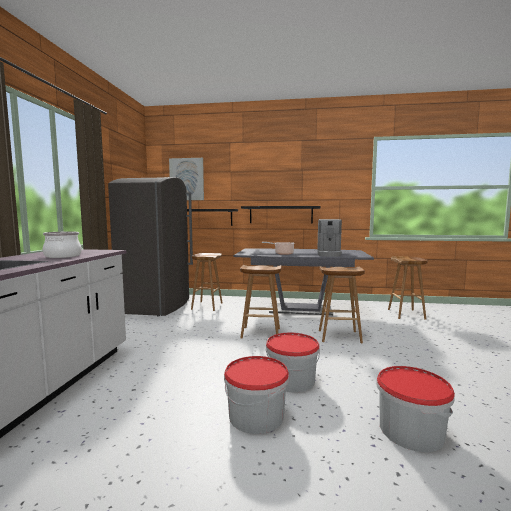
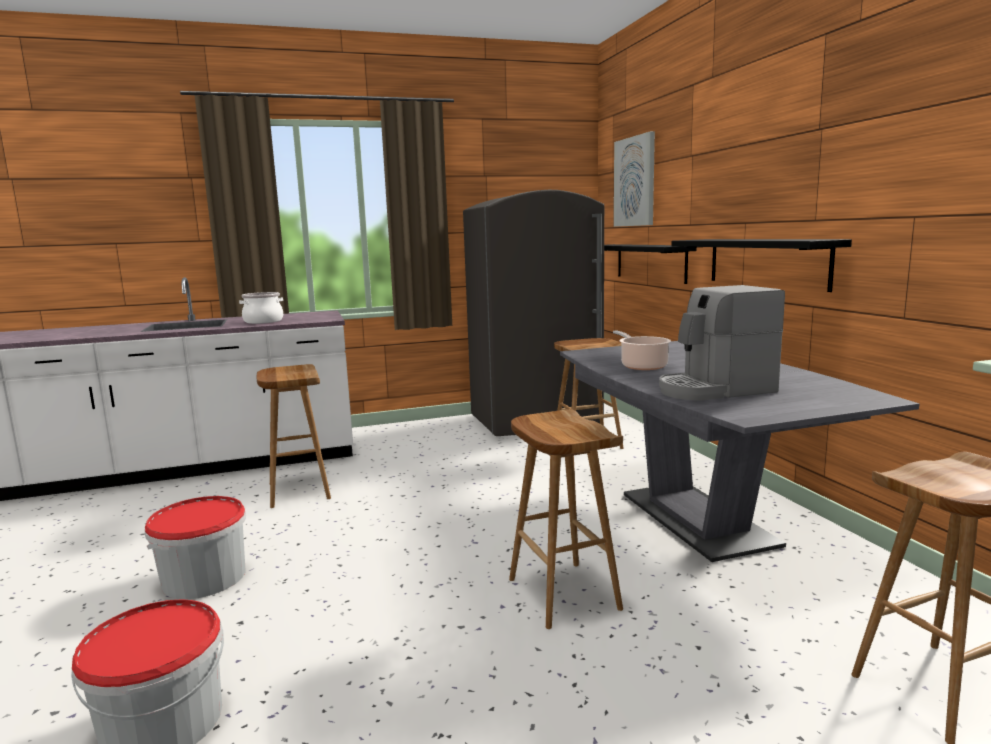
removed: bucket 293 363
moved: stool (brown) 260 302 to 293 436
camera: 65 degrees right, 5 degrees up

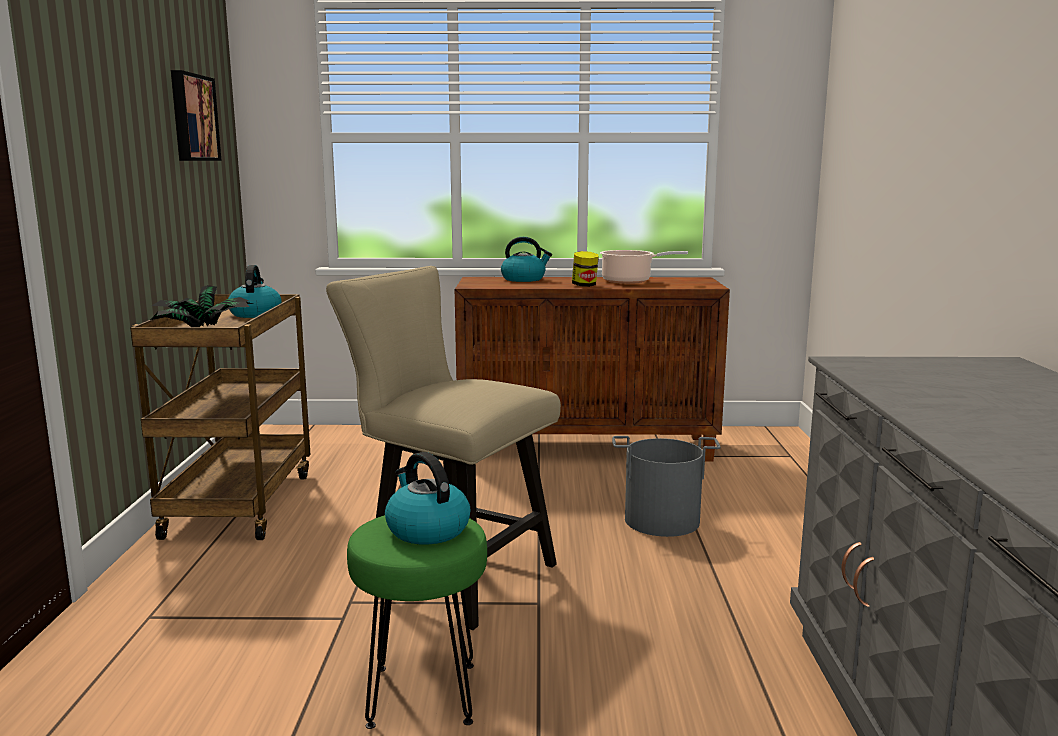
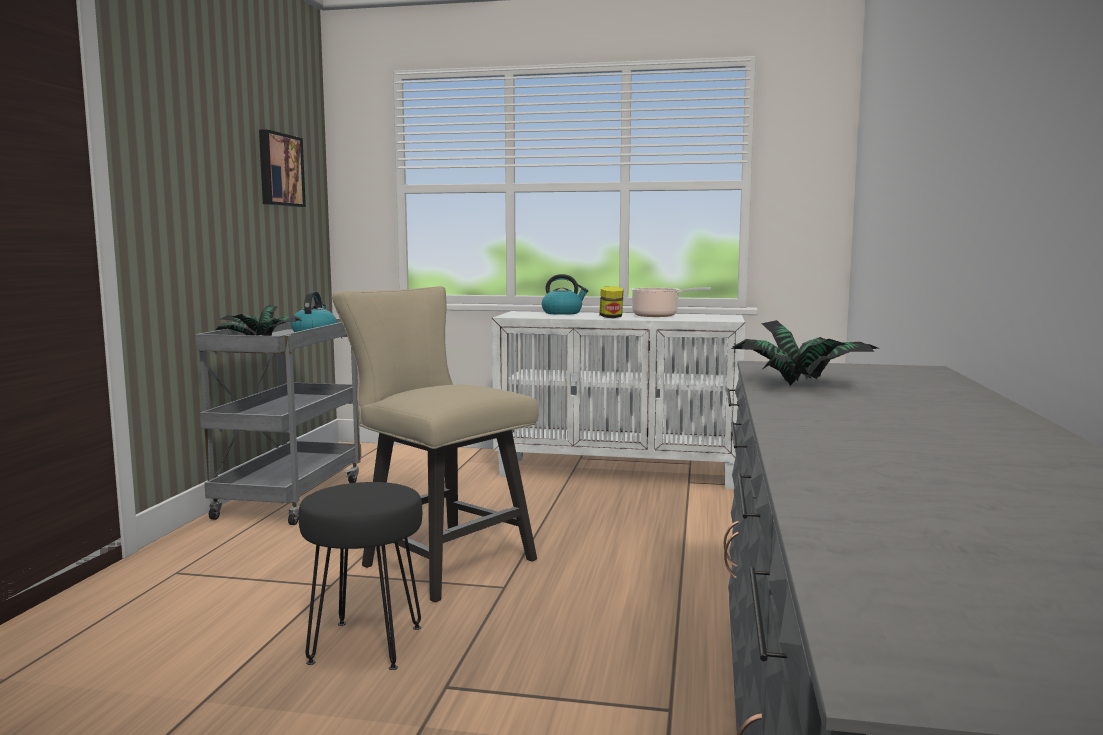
removed: kettle 428 498; bucket (grey) 666 486
added: potted plant 805 353
recoloured: cart (brown) 220 417 to cart (grey) 278 422; stool (green) 417 622 to stool (black) 360 576; cabinet (brown) 592 369 to cabinet (white) 618 400
camera: 10 degrees right, 5 degrees down

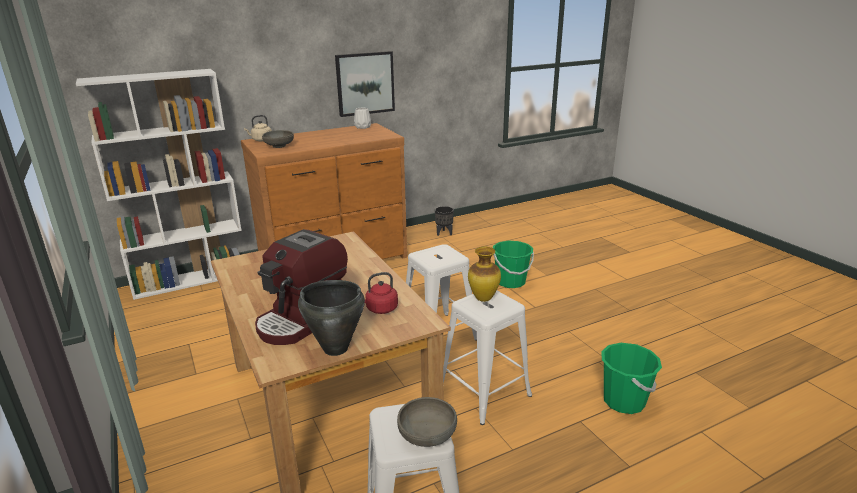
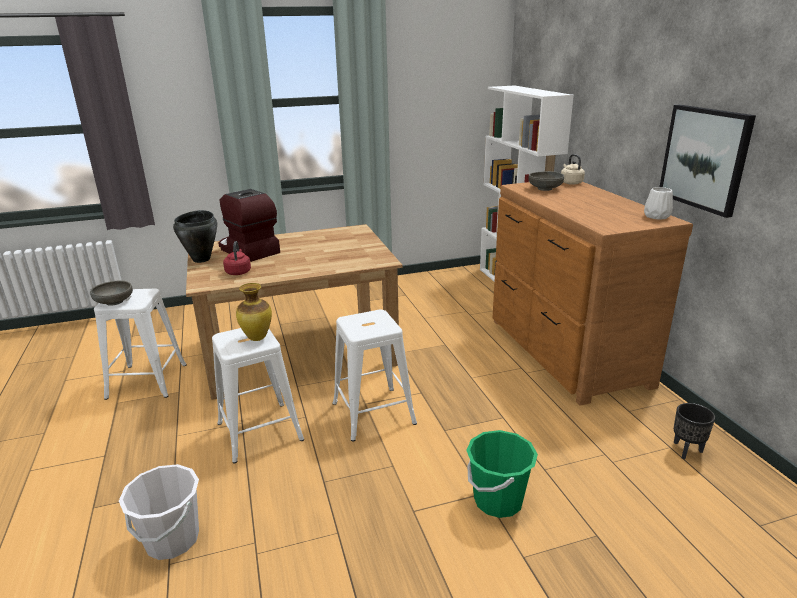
recoloured: bucket (green) 631 378 to bucket (white) 159 512
camera: 100 degrees right, 0 degrees up

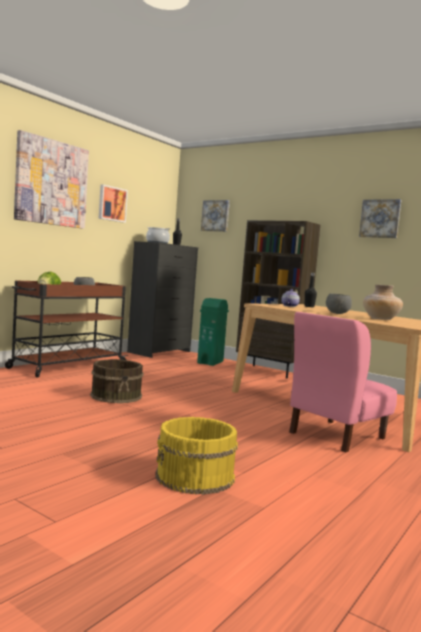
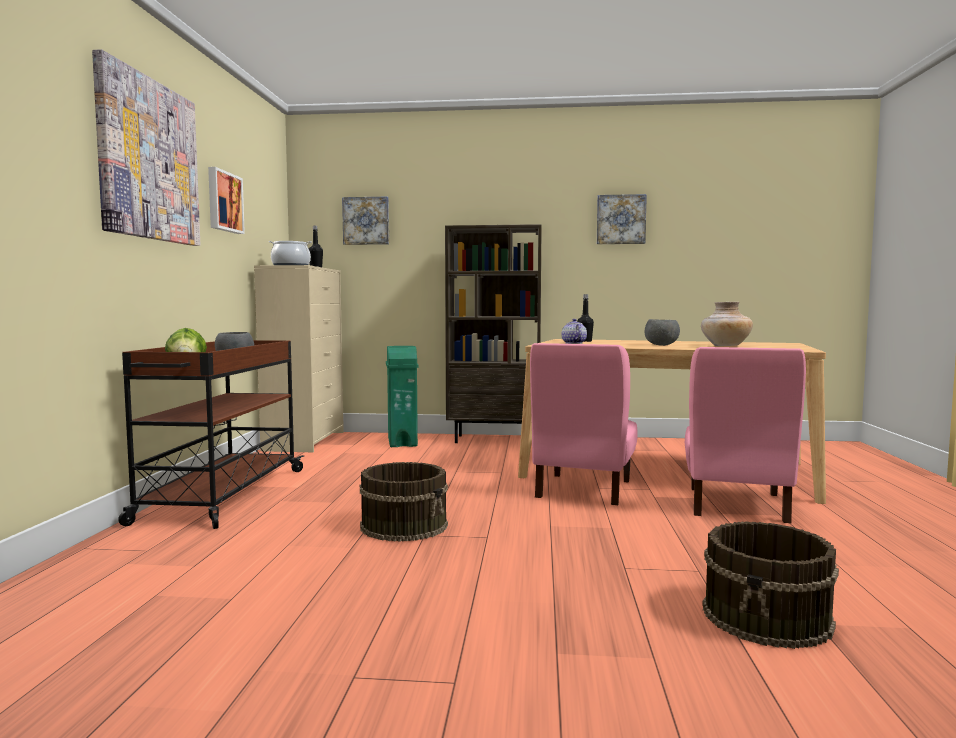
added: chair (pink) 583 424
recoloured: dresser (black) 162 299 to dresser (beige) 299 358; bucket (yellow) 196 456 to bucket (brown) 770 585
camera: 30 degrees left, 0 degrees up

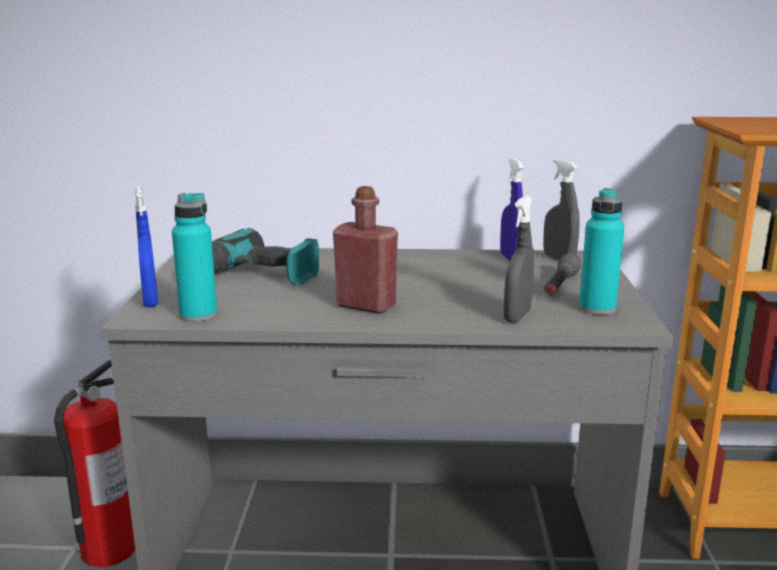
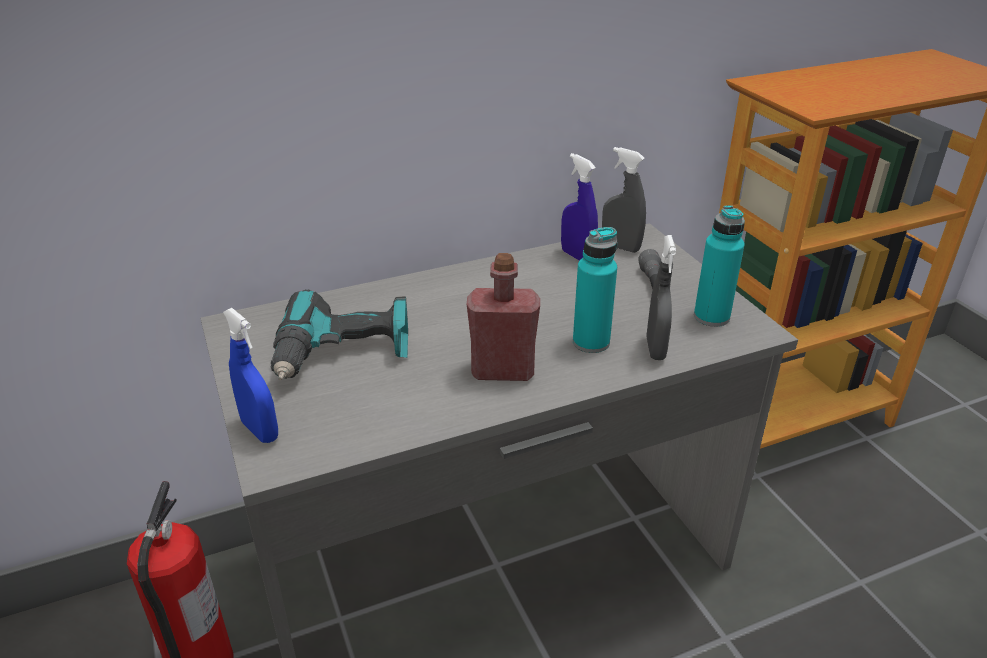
moved: bottle (turquoise) 194 257 to 595 290
camera: 25 degrees left, 15 degrees up

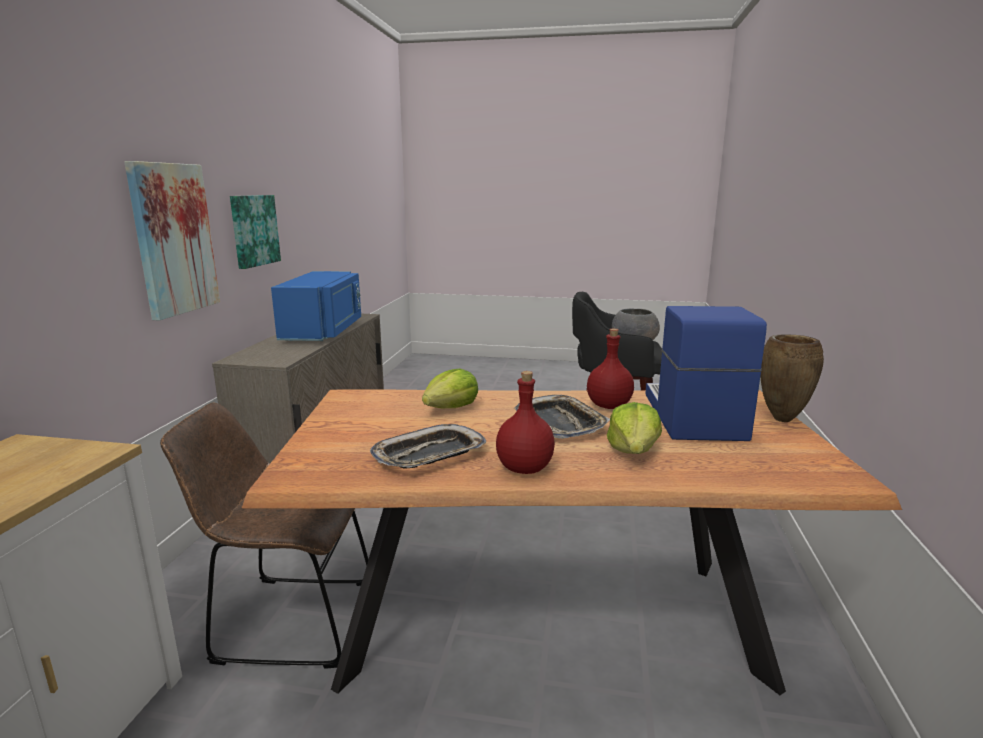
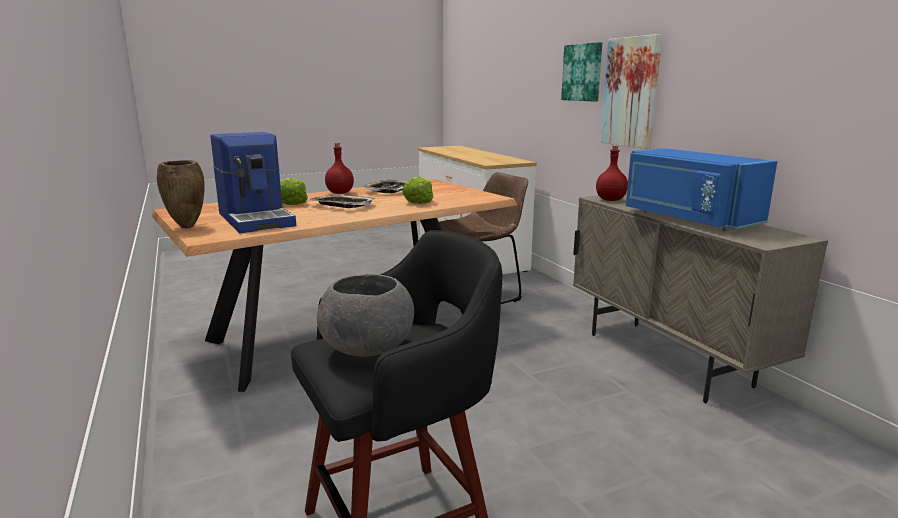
moved: picture 255 232 to 581 72; bottle (red) 610 369 to 612 173
camera: 145 degrees right, 0 degrees up

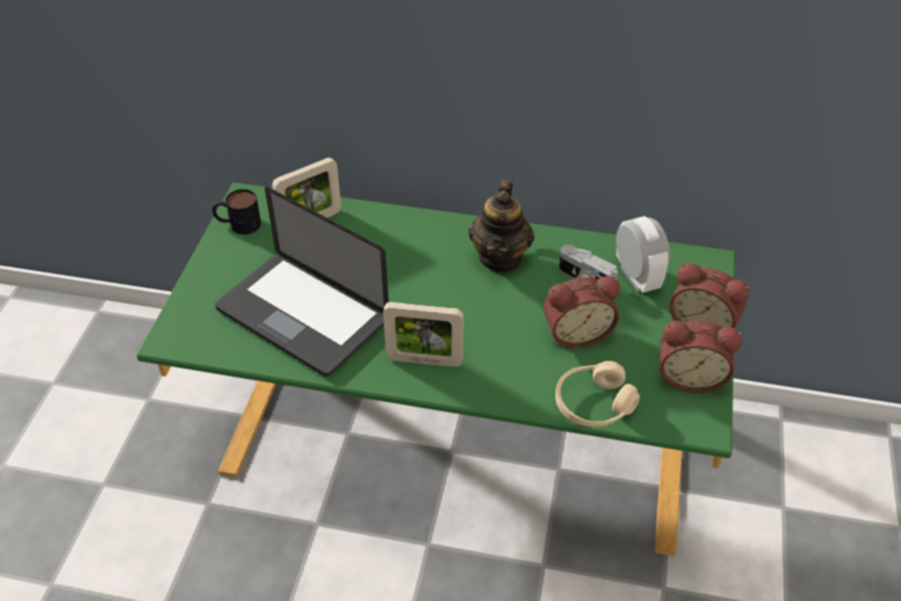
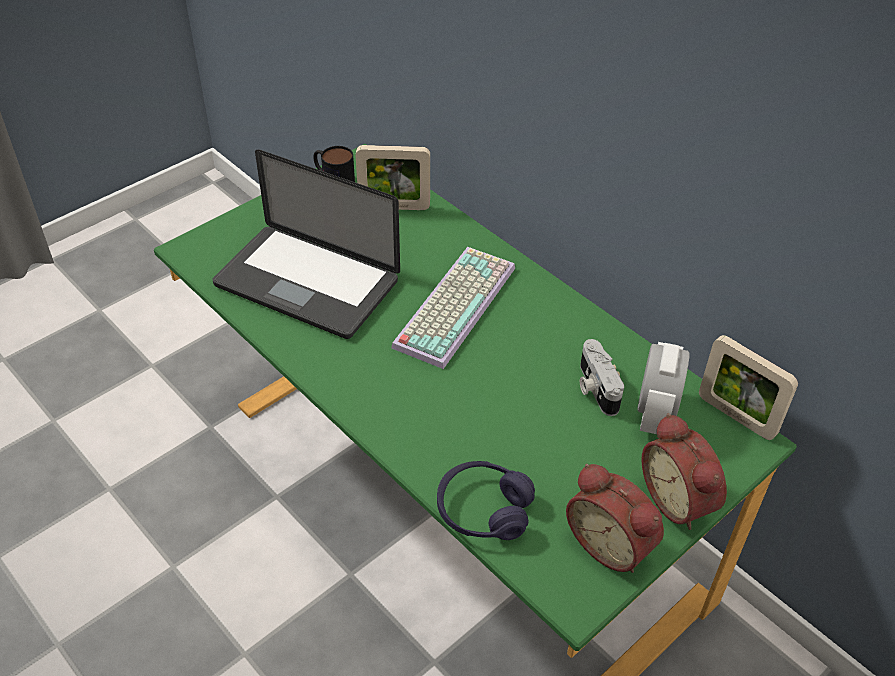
removed: teapot 501 226; alarm clock 582 312
added: keyboard 453 308
moved: picture frame 423 334 to 748 387
recoloured: headphones (beige) 597 394 to headphones (purple) 486 500
turned: laptop 302 282 = 306 244 45 degrees counterclockwise
camera: 35 degrees right, 0 degrees up

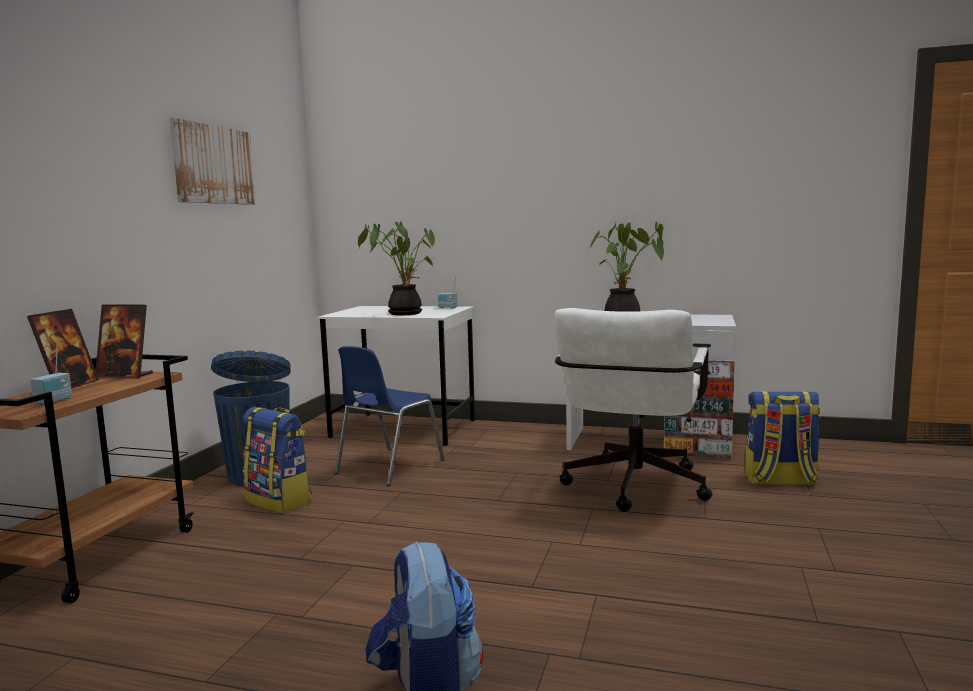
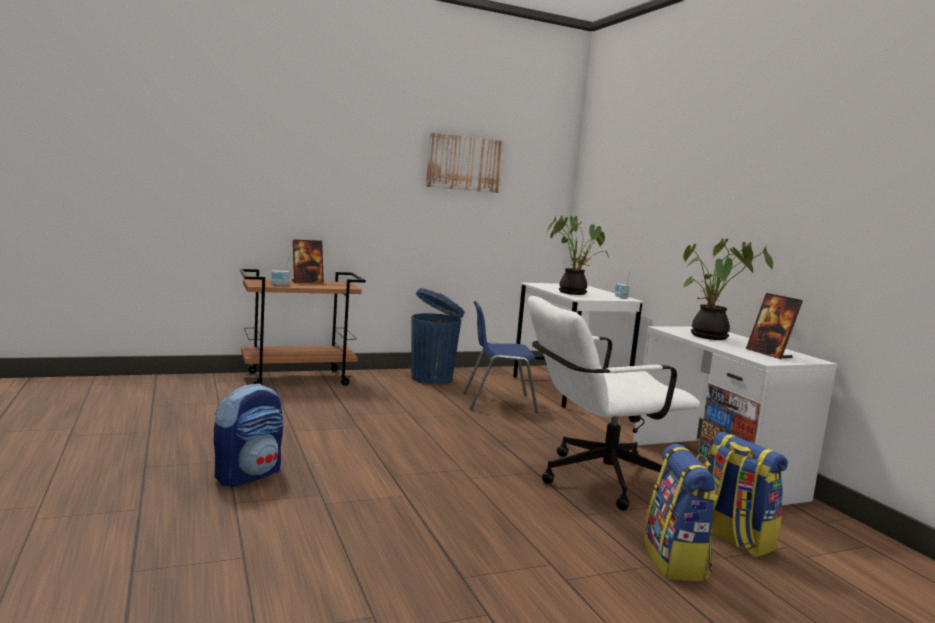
moved: backpack 277 460 to 681 512; picture frame 124 341 to 774 326
camera: 50 degrees right, 0 degrees up

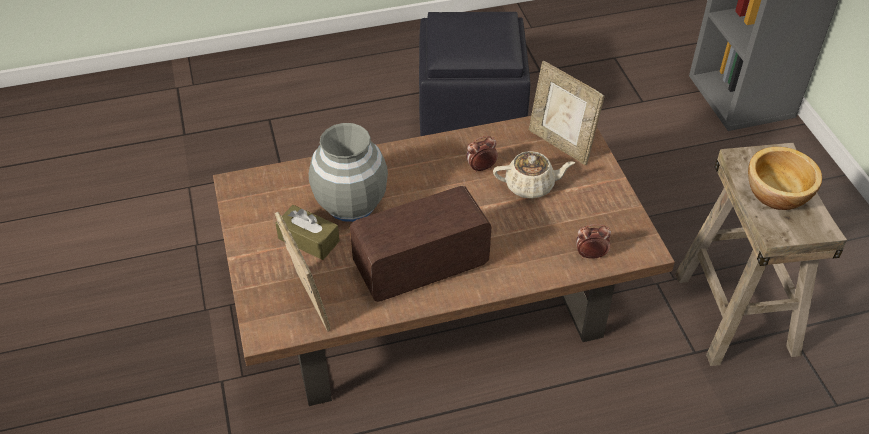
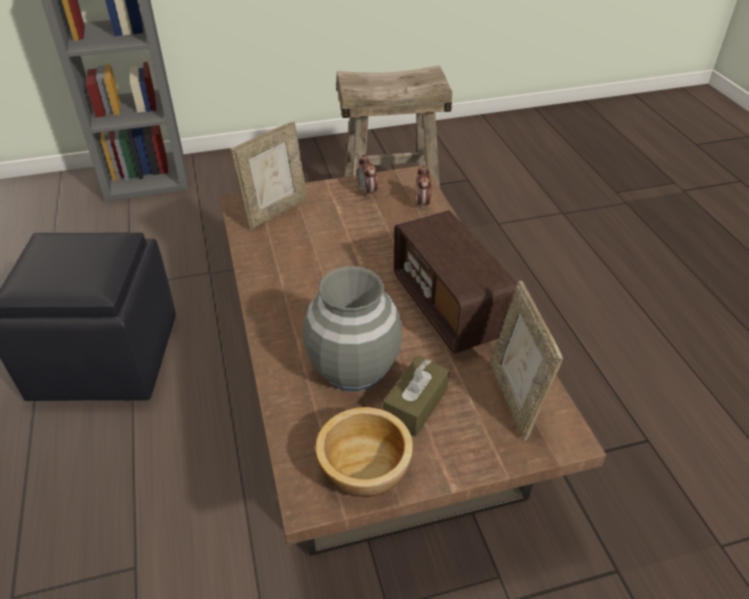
removed: teapot (beige) 534 175
moved: bowl 785 178 to 364 452; alarm clock 482 154 to 367 175
turned: picture frame 302 272 = 526 361 75 degrees counterclockwise
camera: 90 degrees left, 5 degrees down

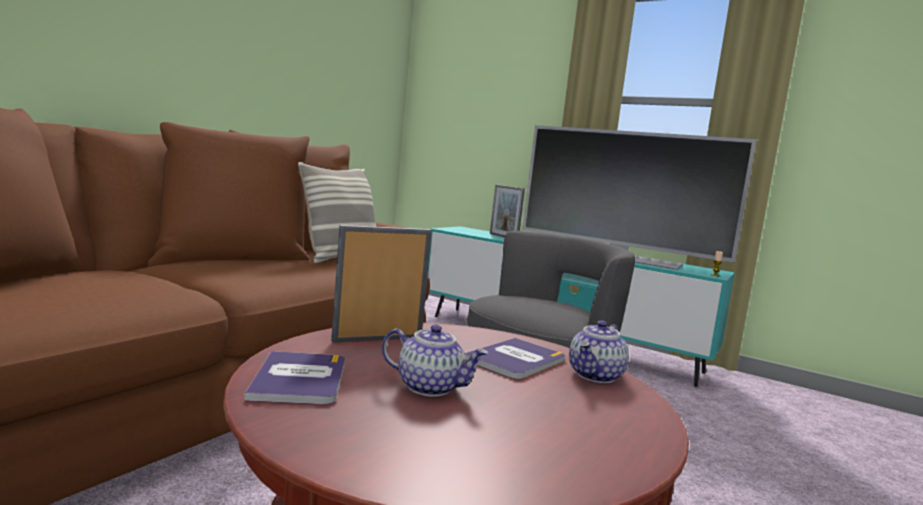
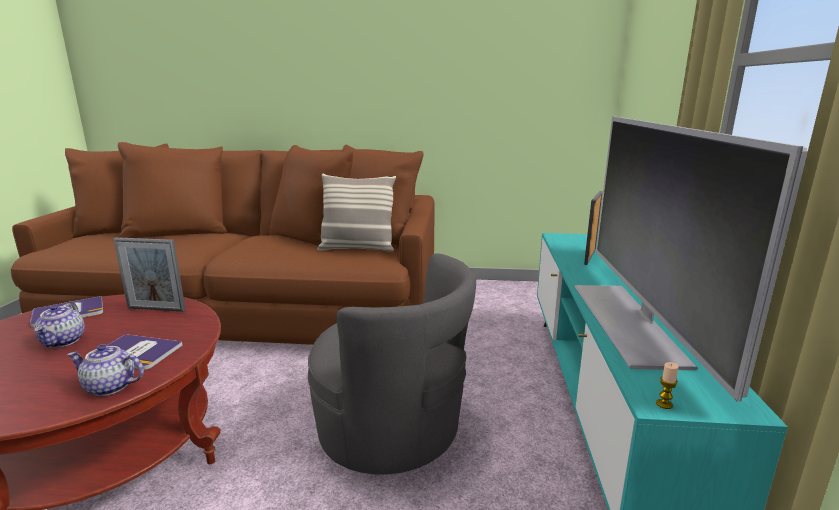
turned: picture frame 381 283 = 149 274 150 degrees clockwise
camera: 65 degrees right, 10 degrees up

